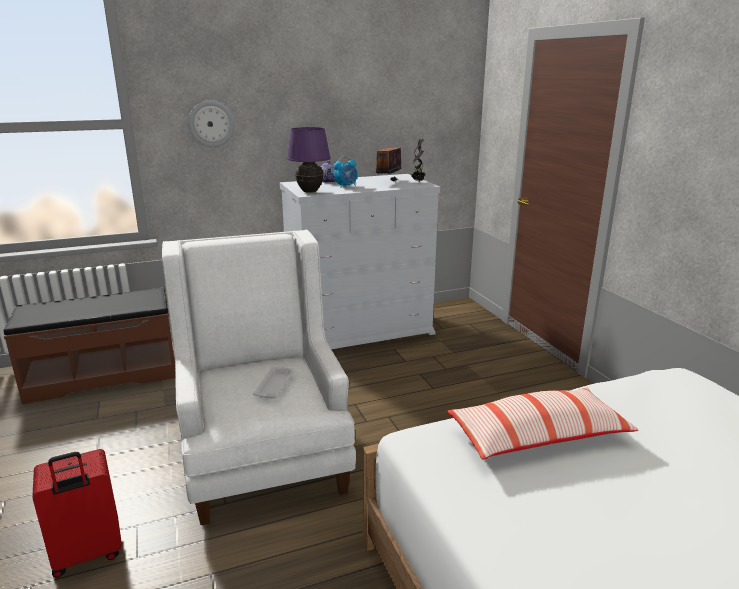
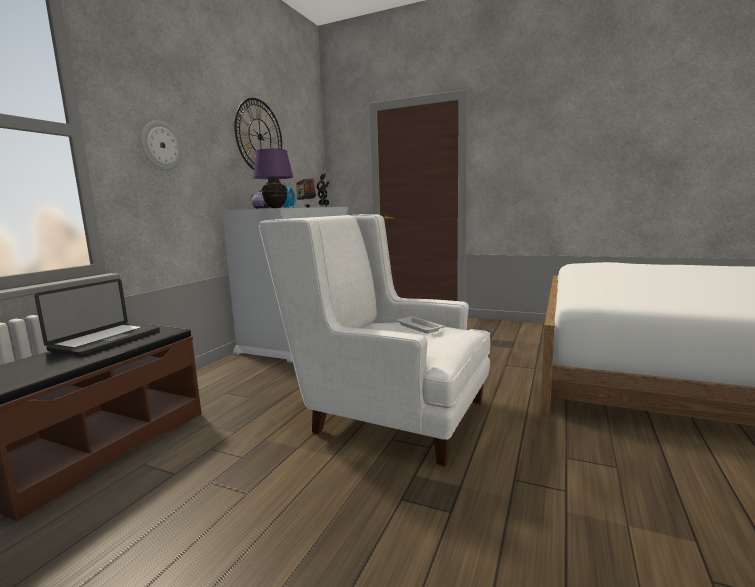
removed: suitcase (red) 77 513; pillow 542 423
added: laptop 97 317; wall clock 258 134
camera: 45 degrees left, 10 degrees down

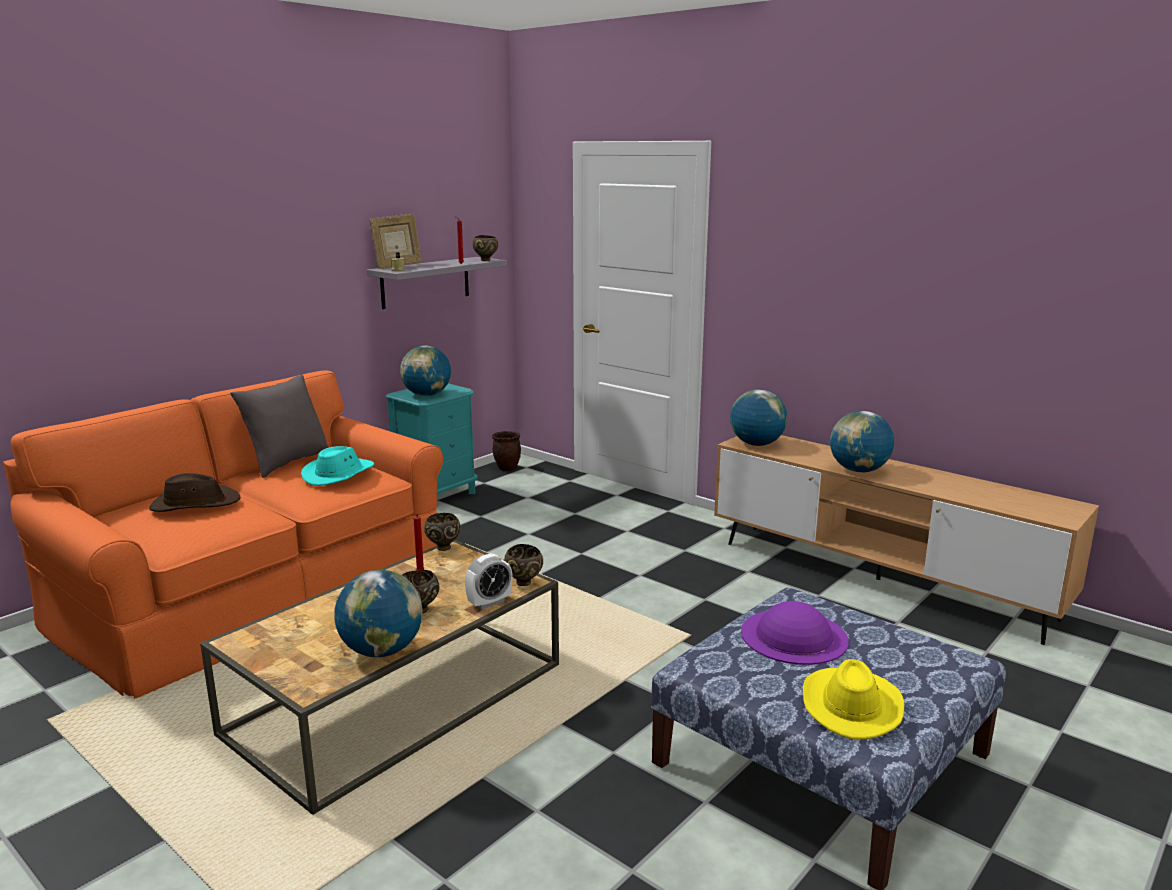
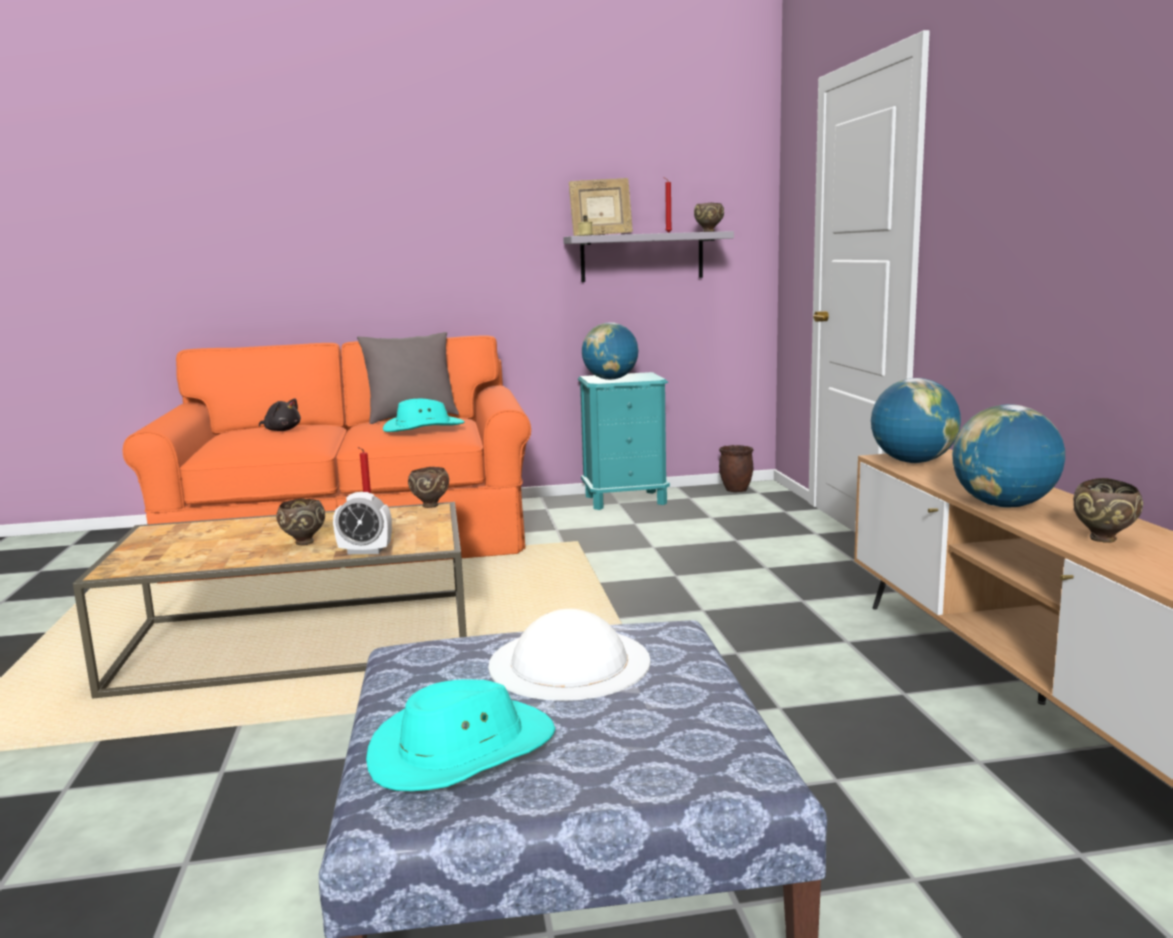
removed: globe 378 613
moved: bowl (brown) 523 565 to 1108 510
replaced: hat (brown) 195 492 to plush toy (black) 280 414
recoloured: hat (yellow) 853 699 to hat (turquoise) 461 735; hat (purple) 795 633 to hat (white) 569 655
camera: 40 degrees right, 5 degrees down

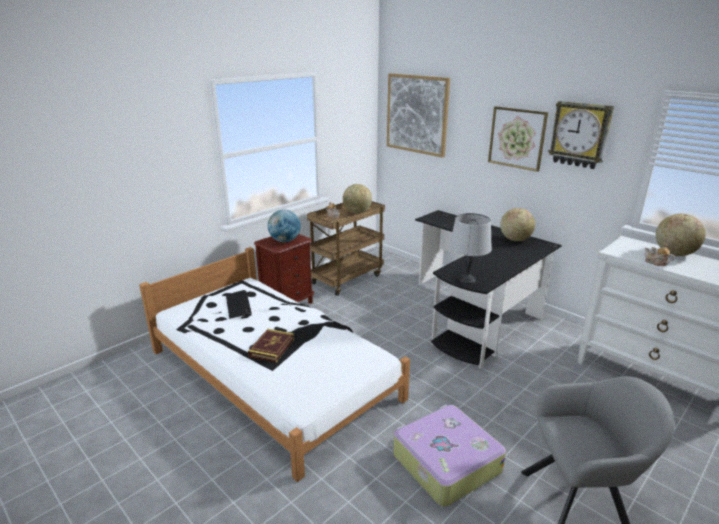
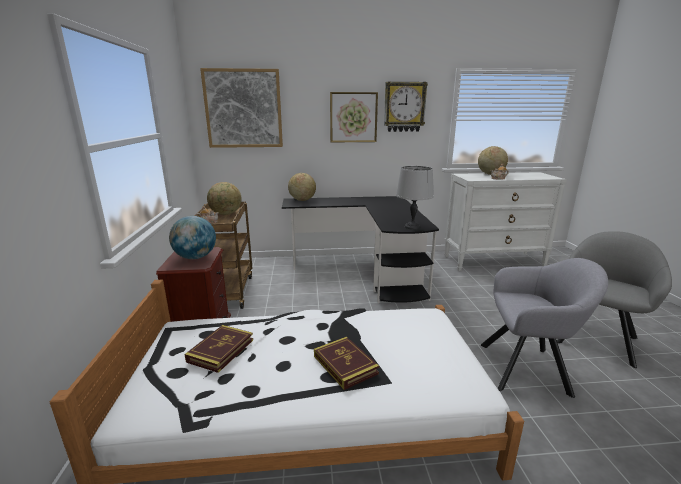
moved: globe 517 224 to 302 187
replaced: keyboard 239 304 to book 219 349; suitcase 449 456 to armchair (grey) 544 328
camera: 50 degrees left, 5 degrees down

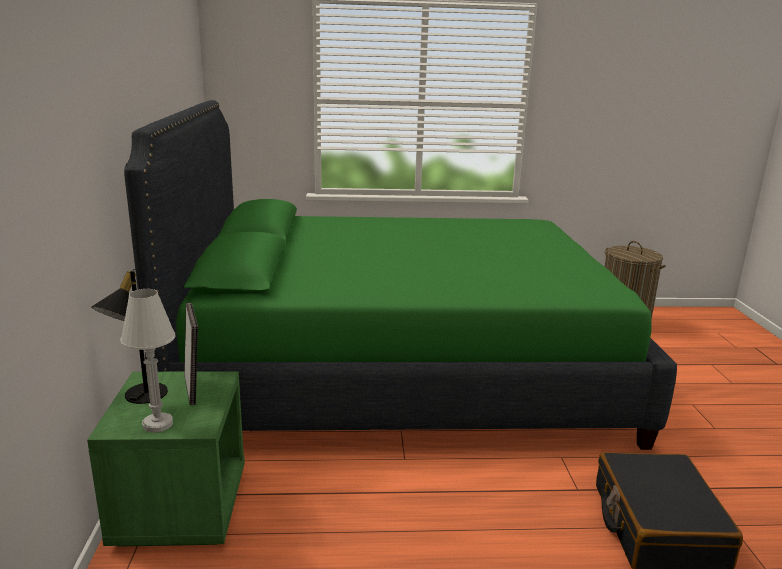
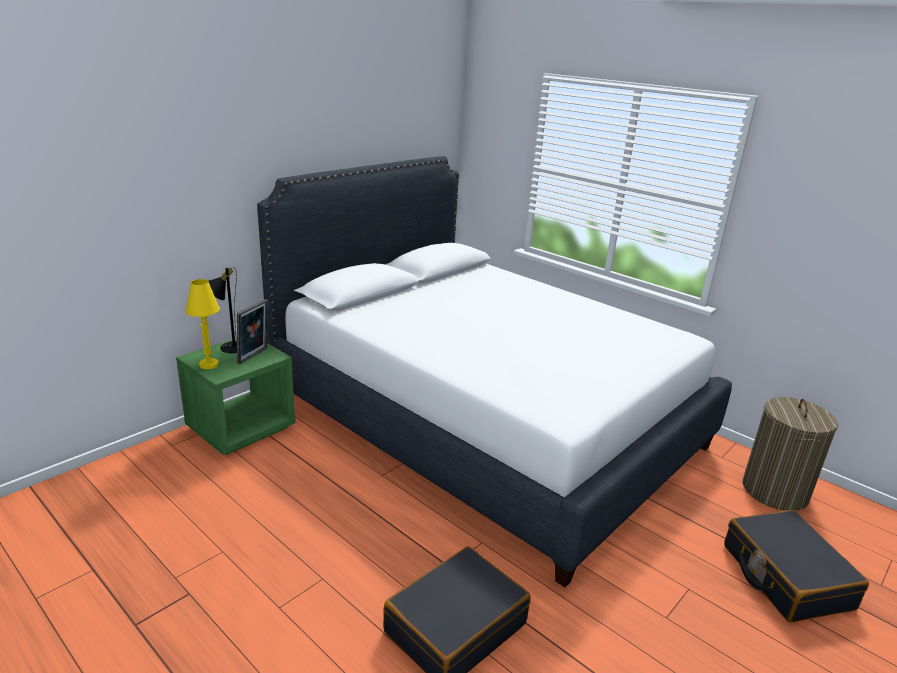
added: suitcase (black) 796 566
recoloured: table lamp (white) 147 361 to table lamp (yellow) 203 324; bed (green) 400 275 to bed (white) 494 371
camera: 45 degrees right, 5 degrees up

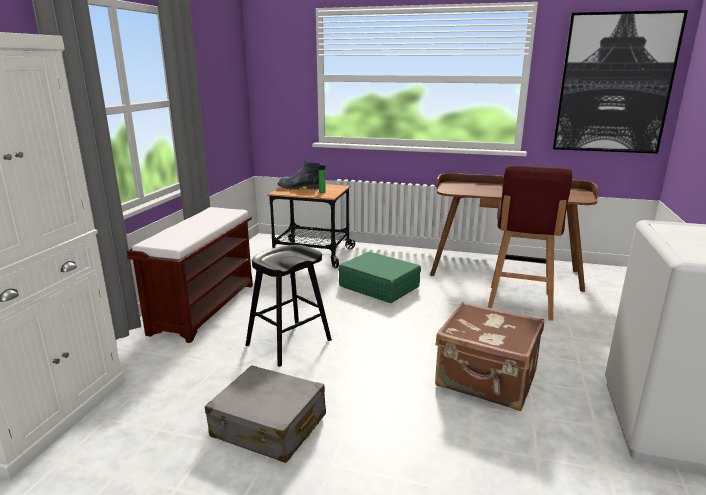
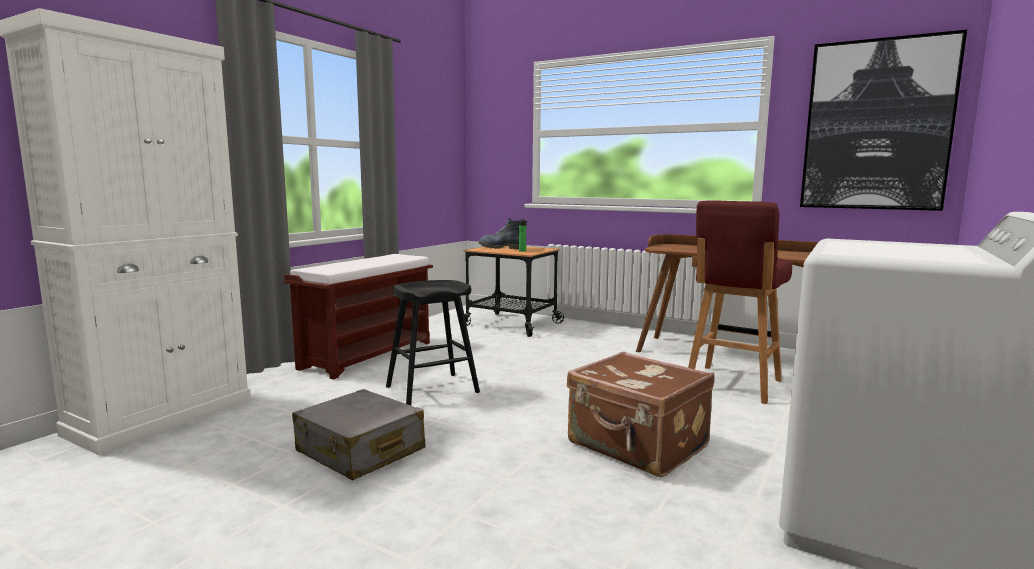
removed: suitcase (green) 379 277
camera: 15 degrees right, 10 degrees down

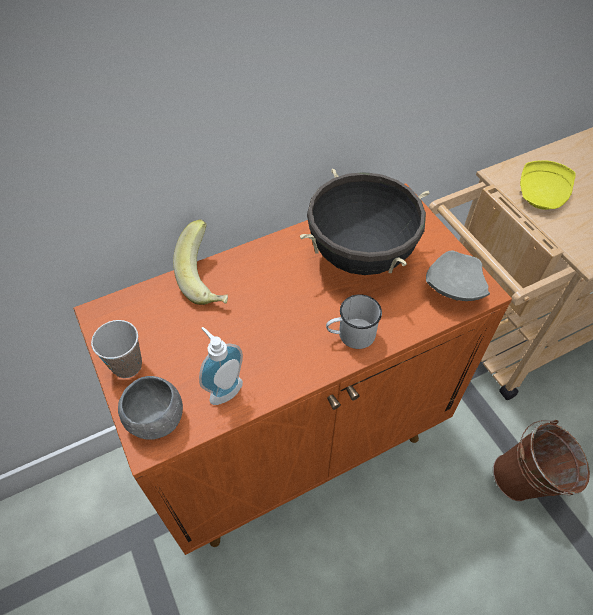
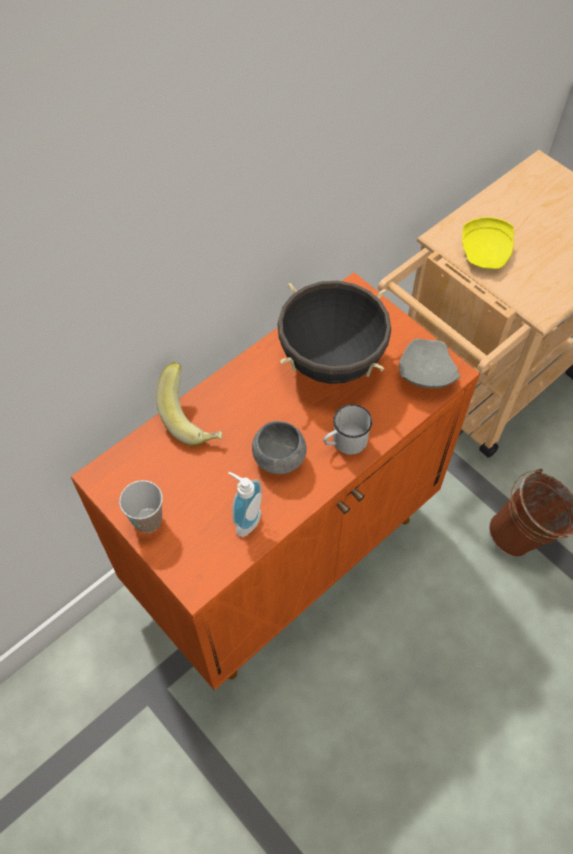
moved: bowl (grey) 150 408 to 279 447
camera: 15 degrees left, 5 degrees up

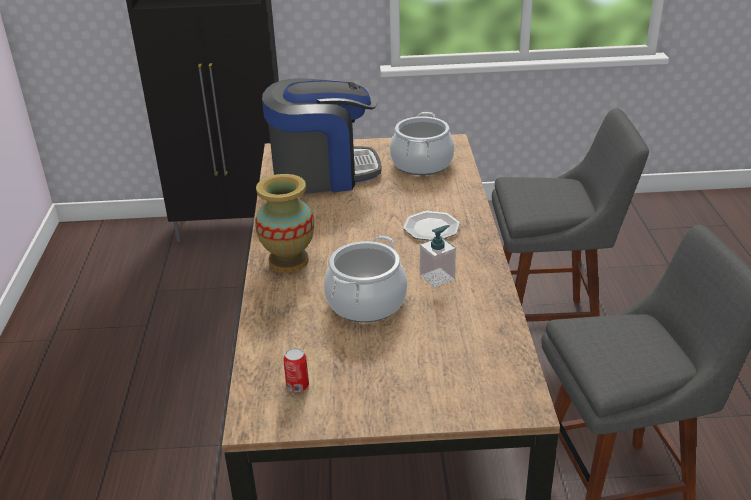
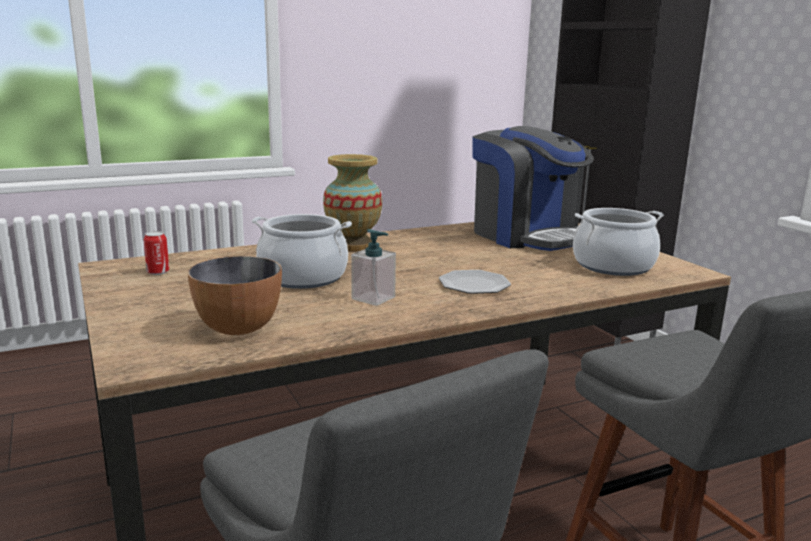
added: bowl 235 295
camera: 65 degrees right, 15 degrees down

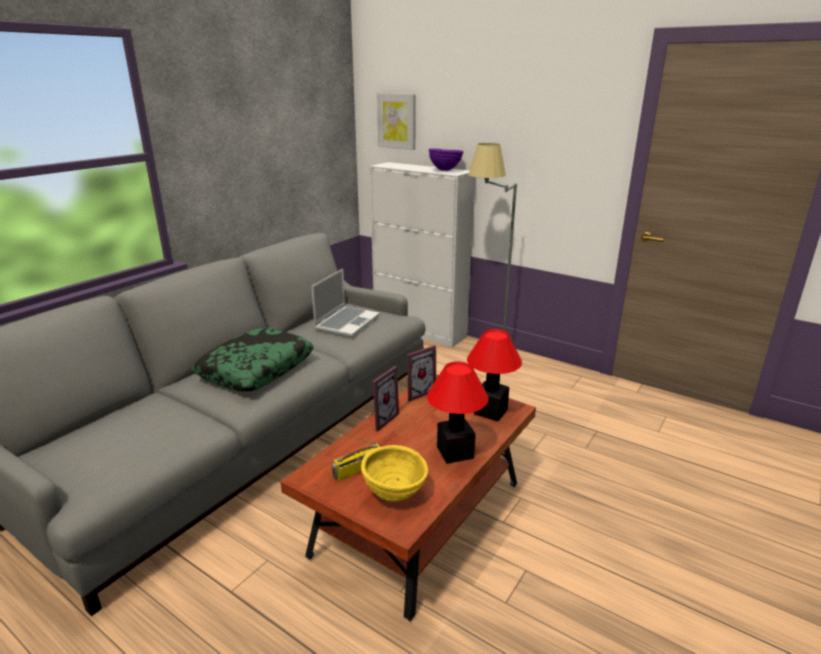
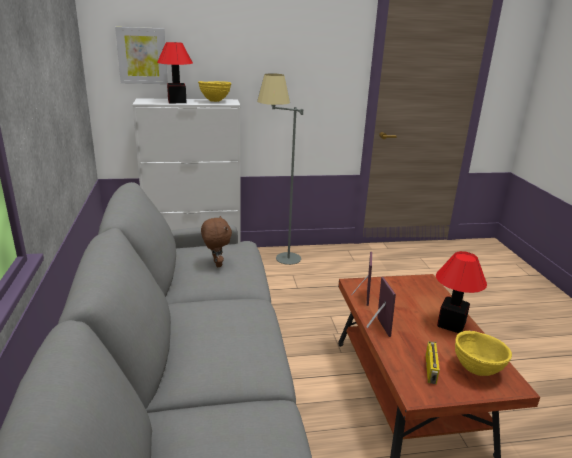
removed: pillow 253 359
moved: table lamp 494 375 to 175 72
replaced: laptop 345 303 to plush toy (brown) 216 241
recoloured: bowl (purple) 446 159 to bowl (yellow) 214 91
camera: 45 degrees left, 0 degrees up

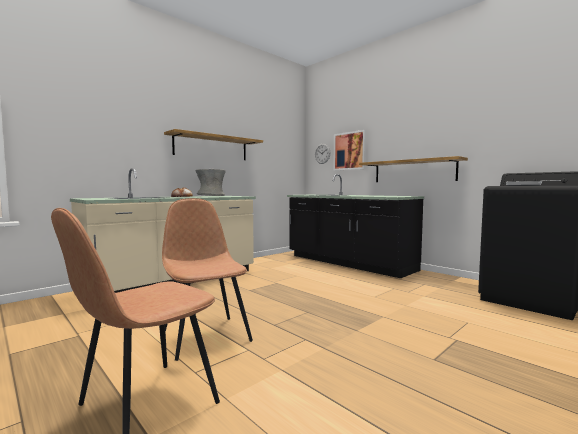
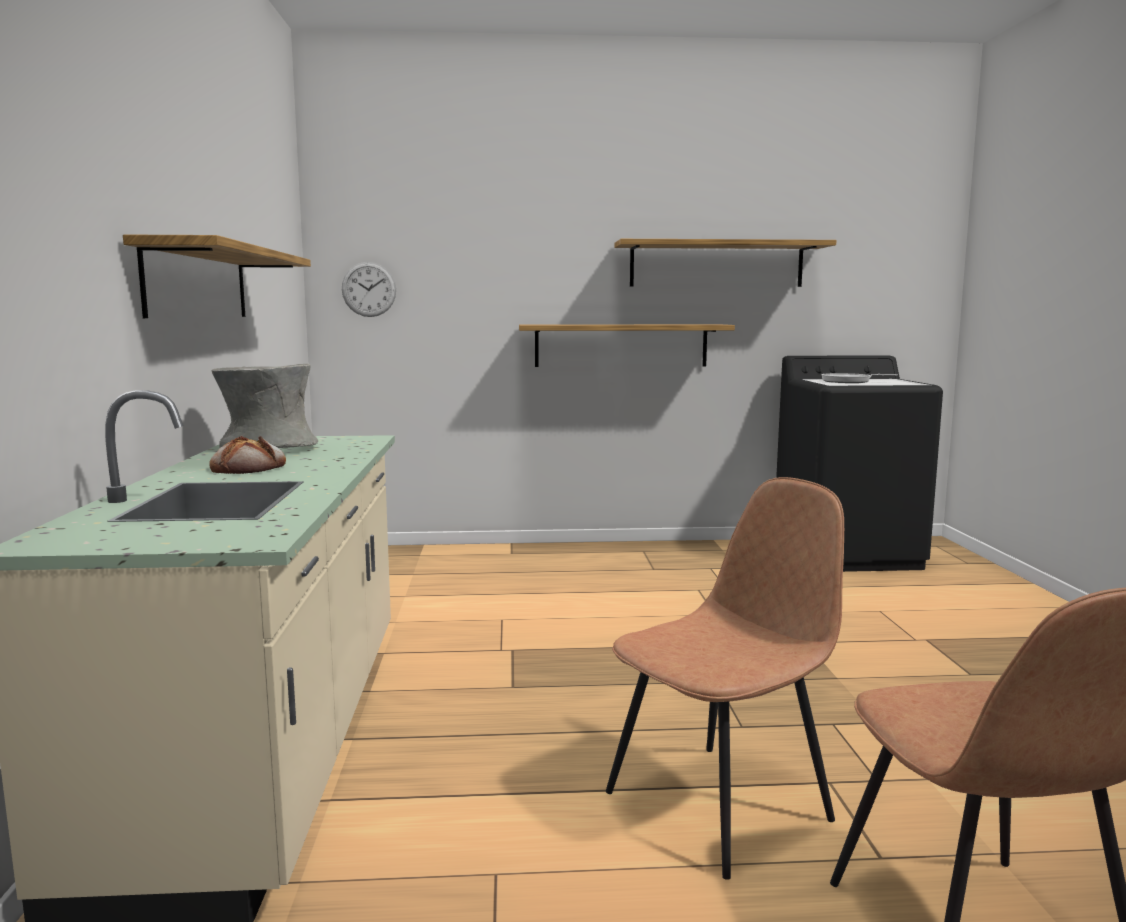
removed: counter (black) 355 226; picture 349 150
added: shelf 725 263
turned: chair (brown) 207 279 = 725 678 135 degrees clockwise
camera: 50 degrees left, 5 degrees up

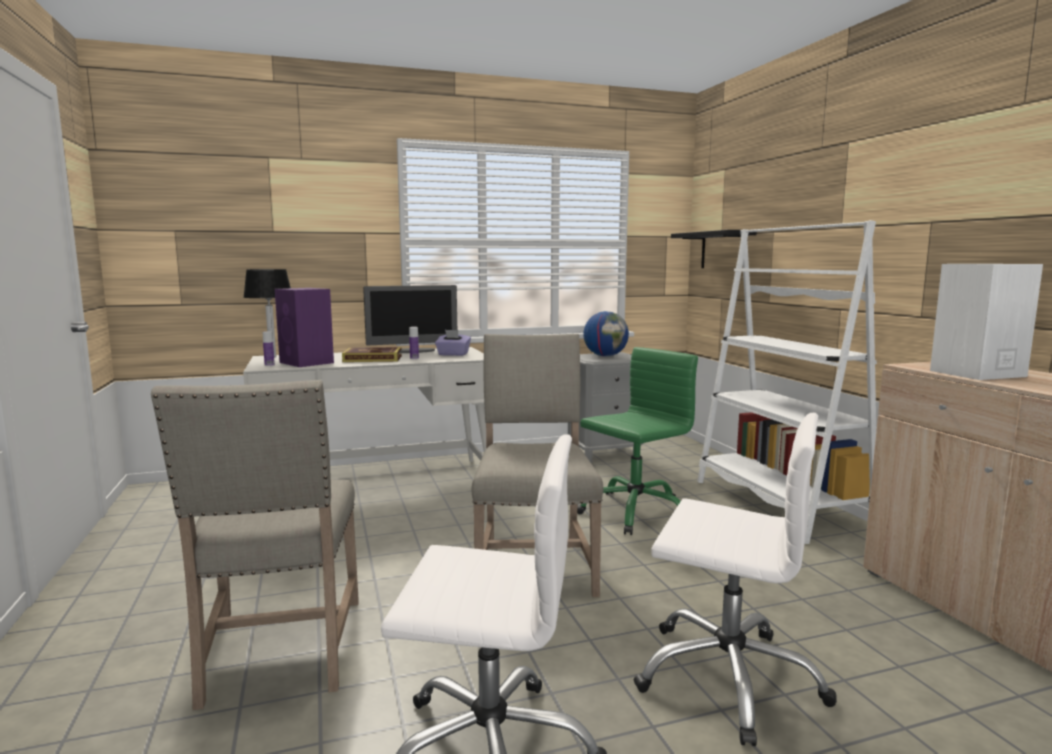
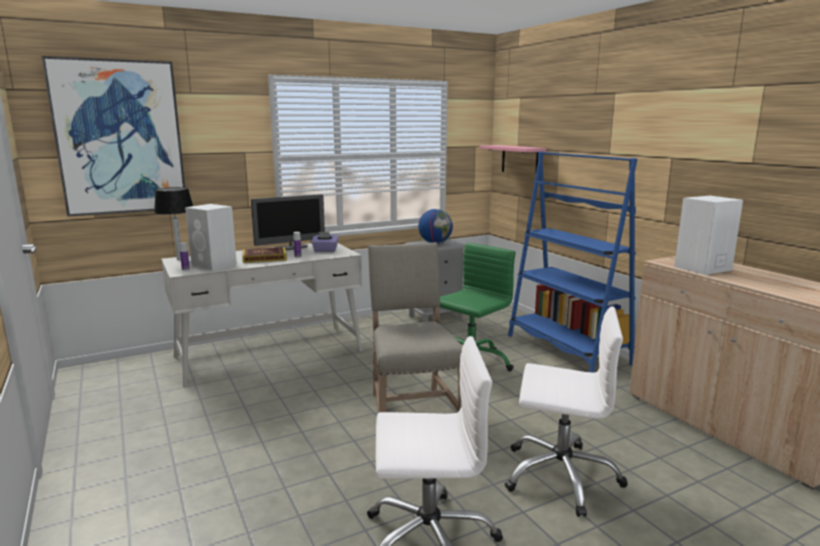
removed: chair (beige) 255 545
added: picture 113 136
recoloured: speaker (purple) 304 327 to speaker (white) 211 237; shelf (black) 714 249 to shelf (pink) 512 160; bookcase (white) 787 382 to bookcase (blue) 572 261
camera: 10 degrees left, 5 degrees up

